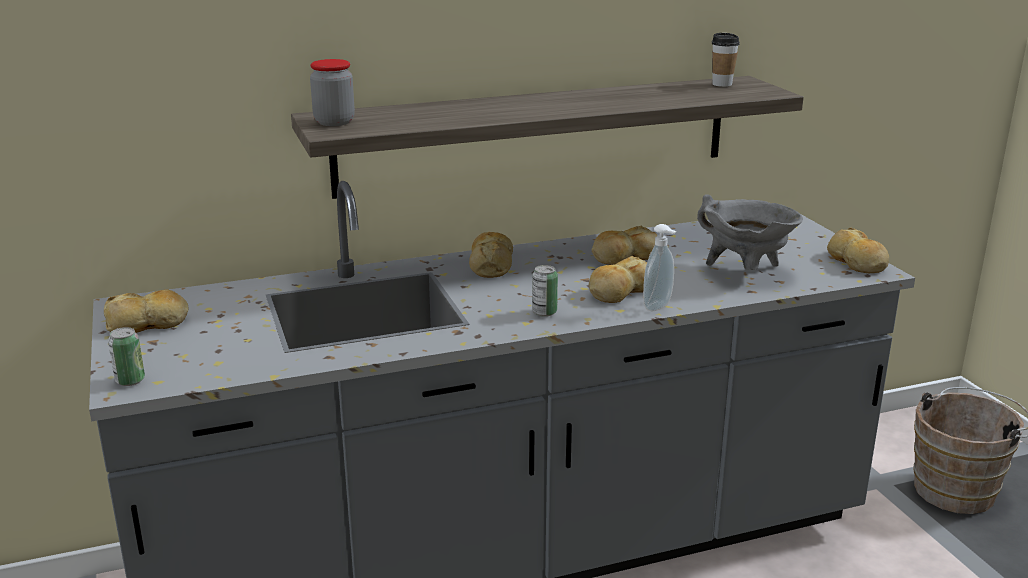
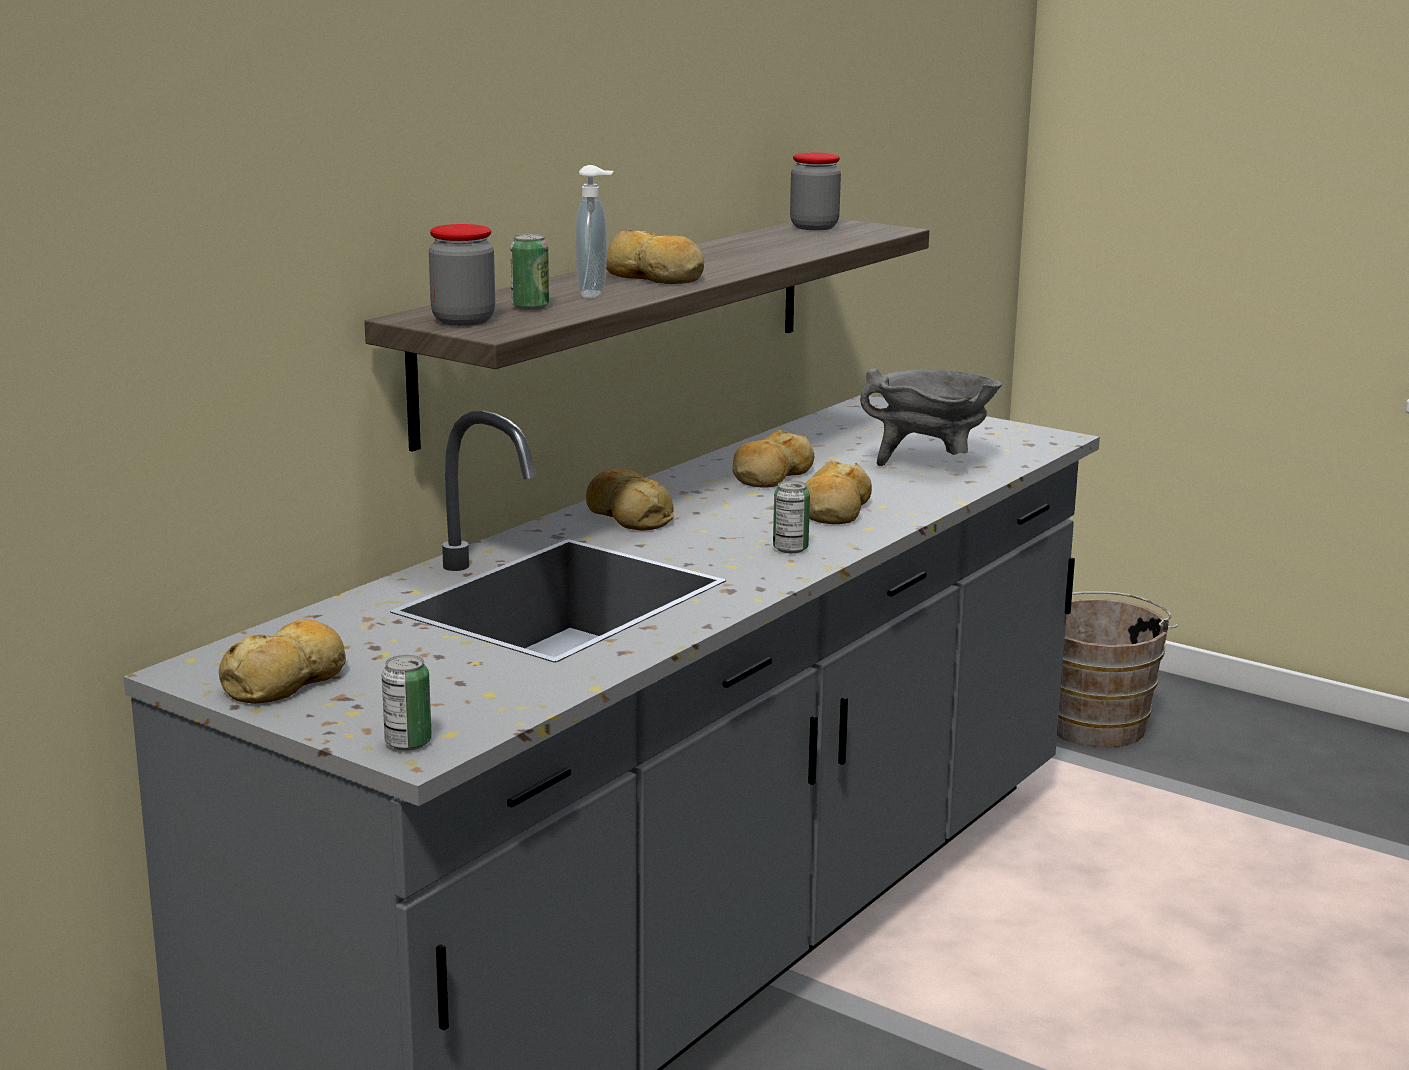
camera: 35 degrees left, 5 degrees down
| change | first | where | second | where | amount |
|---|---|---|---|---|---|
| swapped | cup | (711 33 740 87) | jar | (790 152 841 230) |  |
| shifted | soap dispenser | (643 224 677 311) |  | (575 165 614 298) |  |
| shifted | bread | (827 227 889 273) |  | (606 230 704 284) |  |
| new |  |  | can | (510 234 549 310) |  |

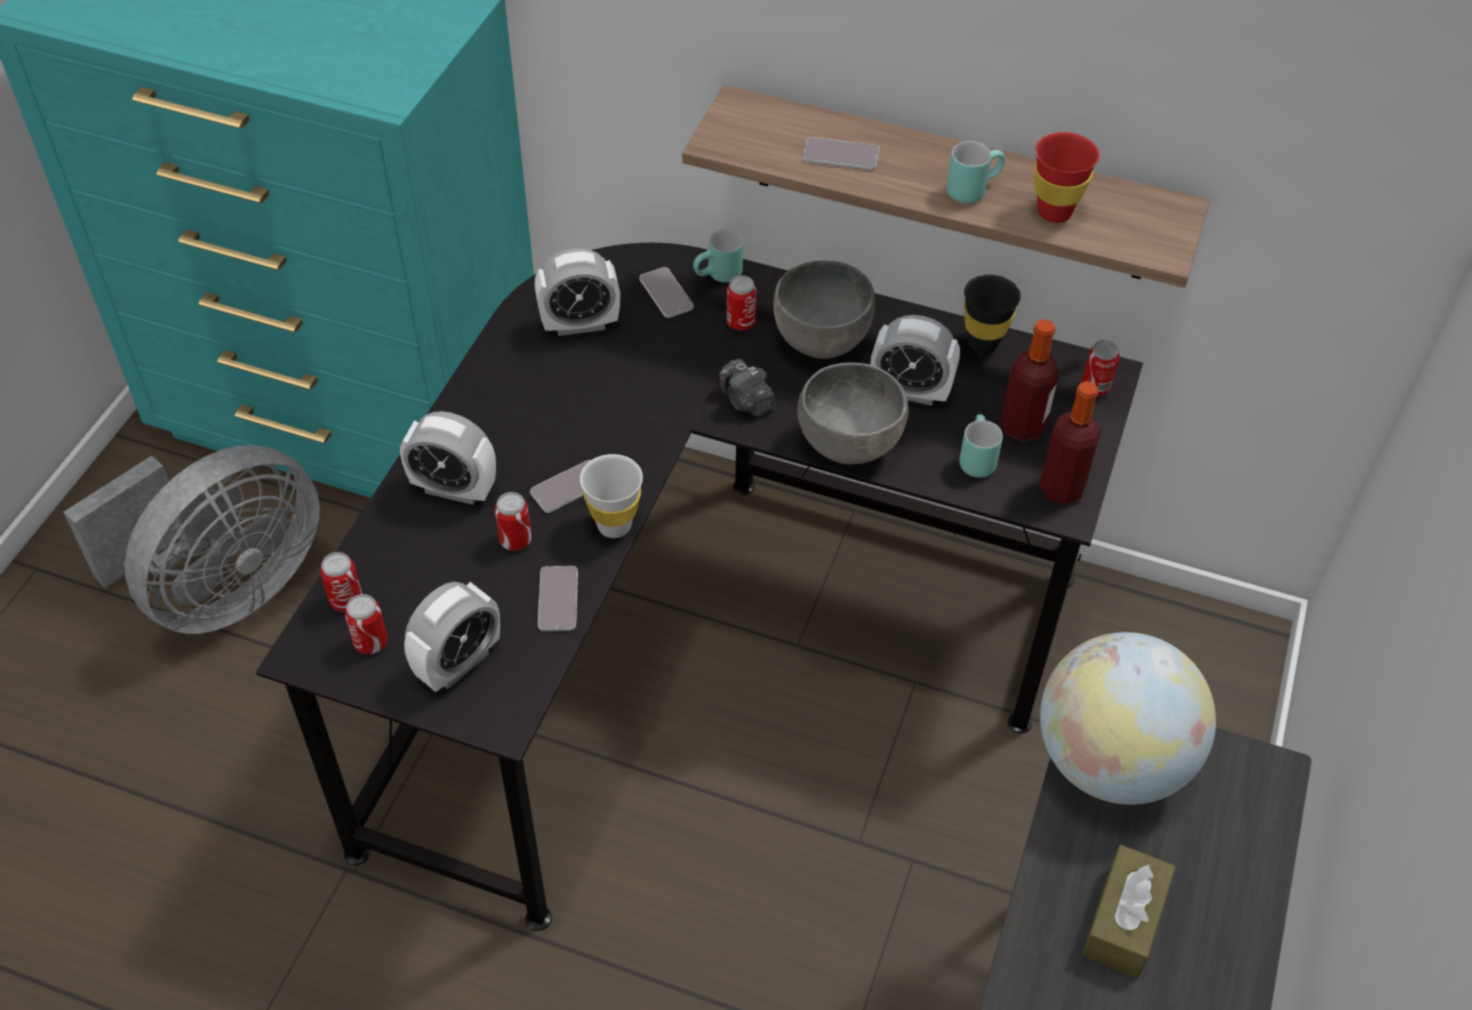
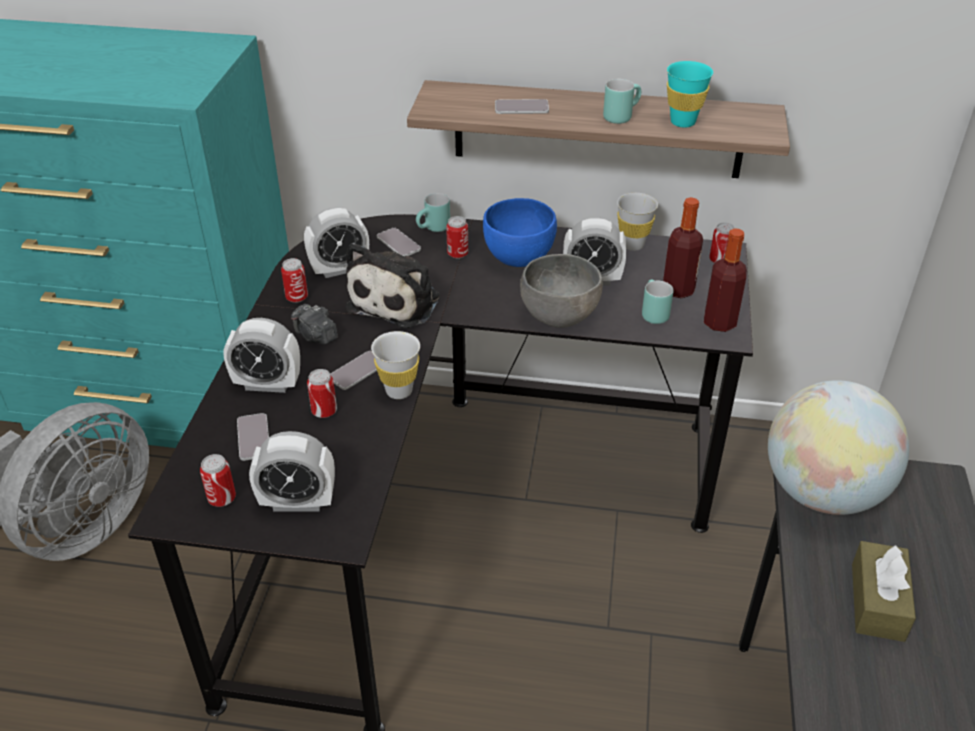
camera: 10 degrees left, 10 degrees down
| change | first | where | second | where | amount |
|---|---|---|---|---|---|
| repainted | cup (red) | (1034 132 1099 223) | cup (turquoise) | (667 61 713 128) |  |
| repainted | bowl (grey) | (774 261 875 359) | bowl (blue) | (483 198 557 267) |  |
| repainted | cup (black) | (964 275 1021 353) | cup (white) | (617 193 658 251) |  |
| shifted | photo camera | (719 359 775 416) |  | (291 304 338 345) |  |
| shifted | can | (320 552 362 612) |  | (281 258 308 303) |  |
| shifted | phone | (538 566 578 631) |  | (237 413 269 461) |  |
| rotated | alarm clock | (404 582 500 692) |  | (249 431 335 512) | 60 degrees clockwise |
| new |  |  | plush toy | (345 243 440 328) |  |

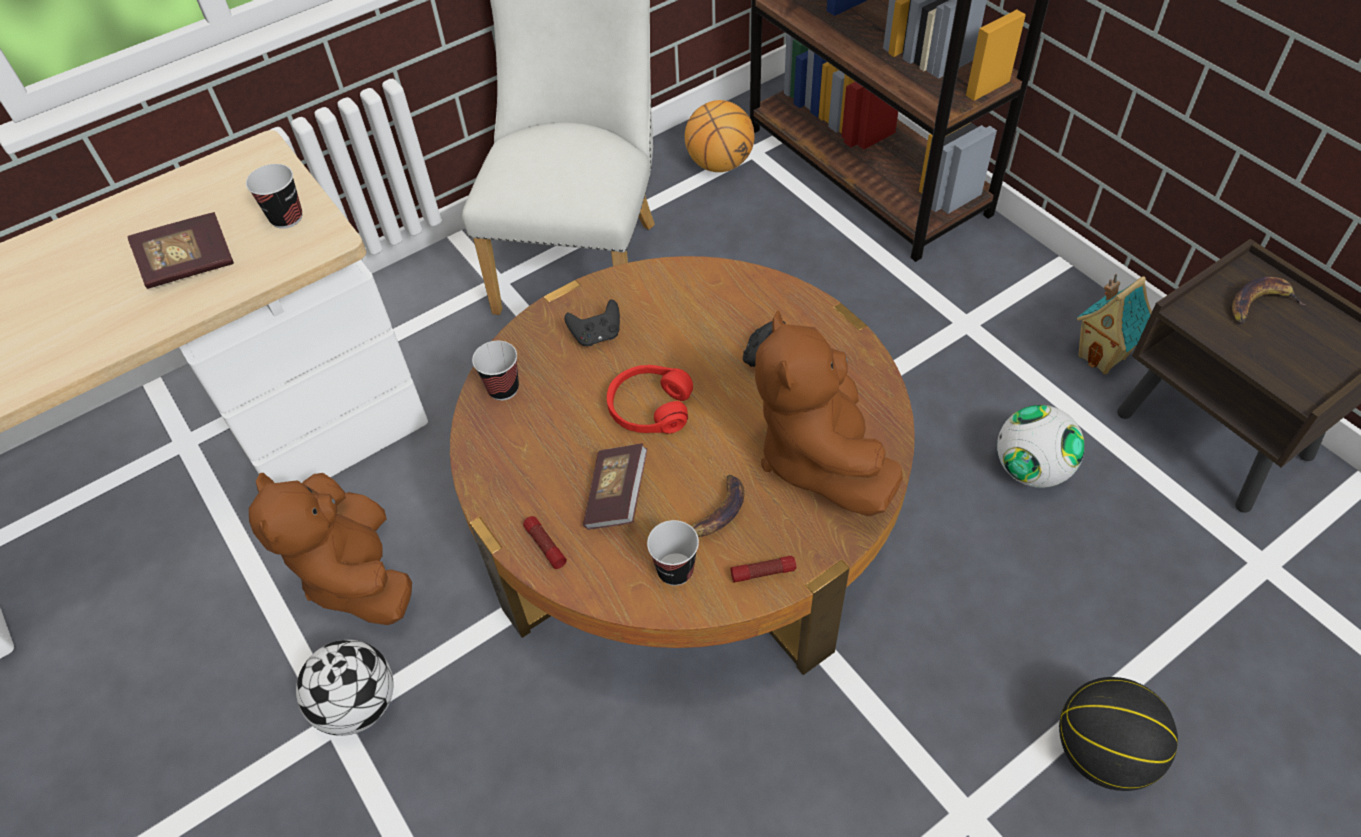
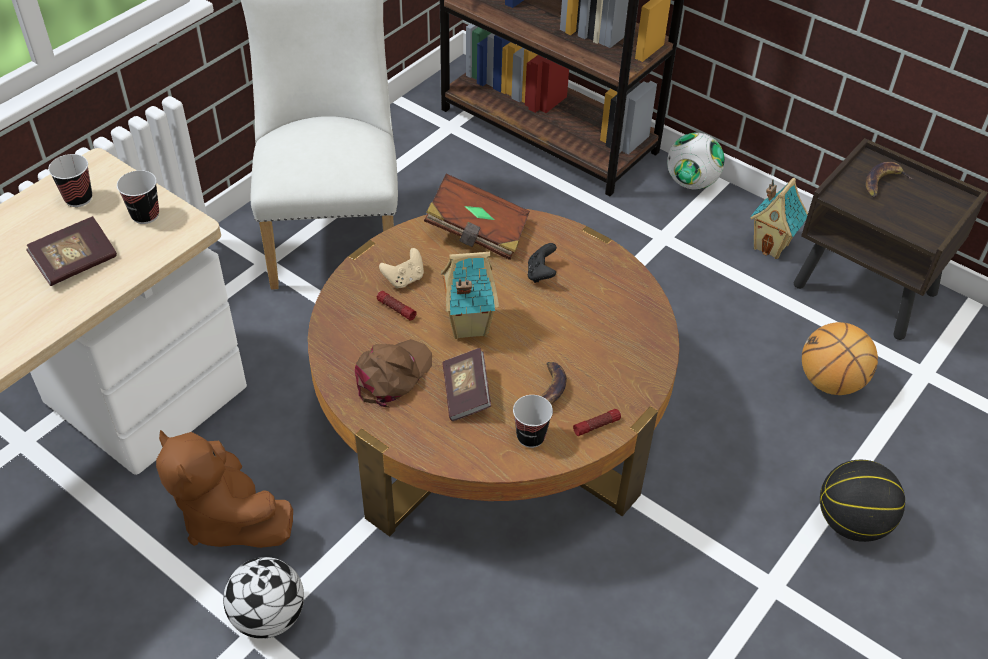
camera: 20 degrees left, 5 degrees down
| change | first | where | second | where | amount |
|---|---|---|---|---|---|
| shifted | basketball | (685 100 755 172) |  | (802 322 878 395) |  |
| repainted | game controller (black) | (564 300 620 346) | game controller (beige) | (379 248 424 288) |  |
| gone | plush toy (brown) | (755 310 903 516) |  |  |  |
| shifted | cup | (472 341 519 400) |  | (48 154 92 207) |  |
| swapped | headphones (red) | (607 365 693 434) | toy house | (441 252 499 339) |  |
| shifted | football | (997 405 1085 488) |  | (667 132 725 190) |  |
| shifted | flashlight | (523 516 567 569) |  | (377 291 416 321) |  |
| new |  |  | book (brown) | (424 174 530 260) |  |
| new |  |  | cap (brown) | (355 339 432 407) |  |

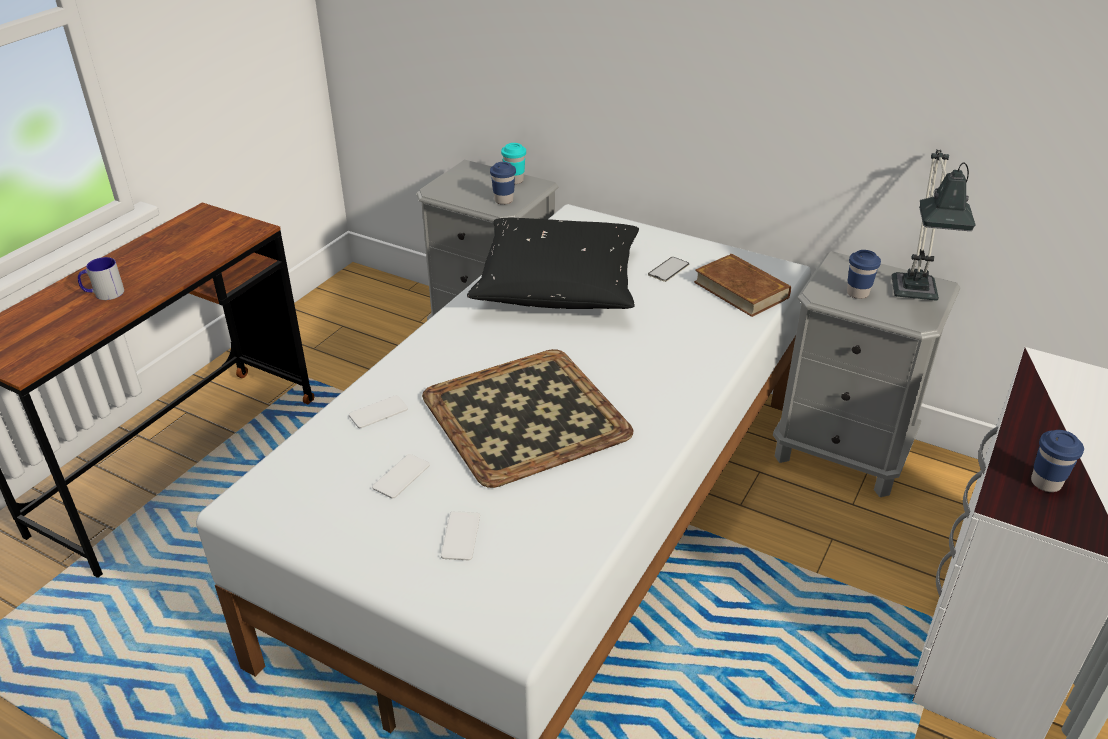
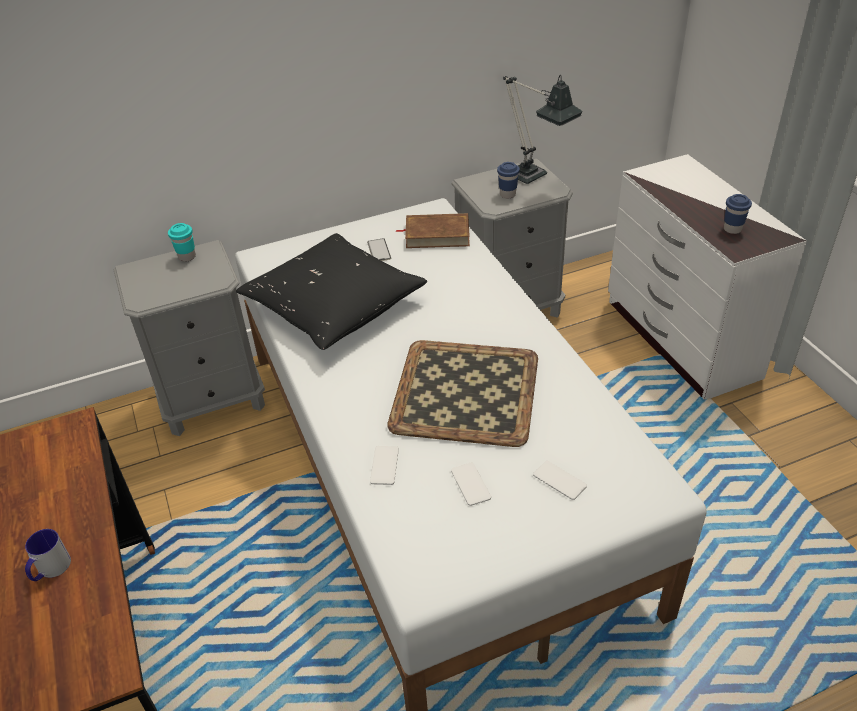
camera: 50 degrees left, 5 degrees up
| change | first | where | second | where | amount |
|---|---|---|---|---|---|
| gone | cup (blue) | (490 162 516 205) |  |  |  |

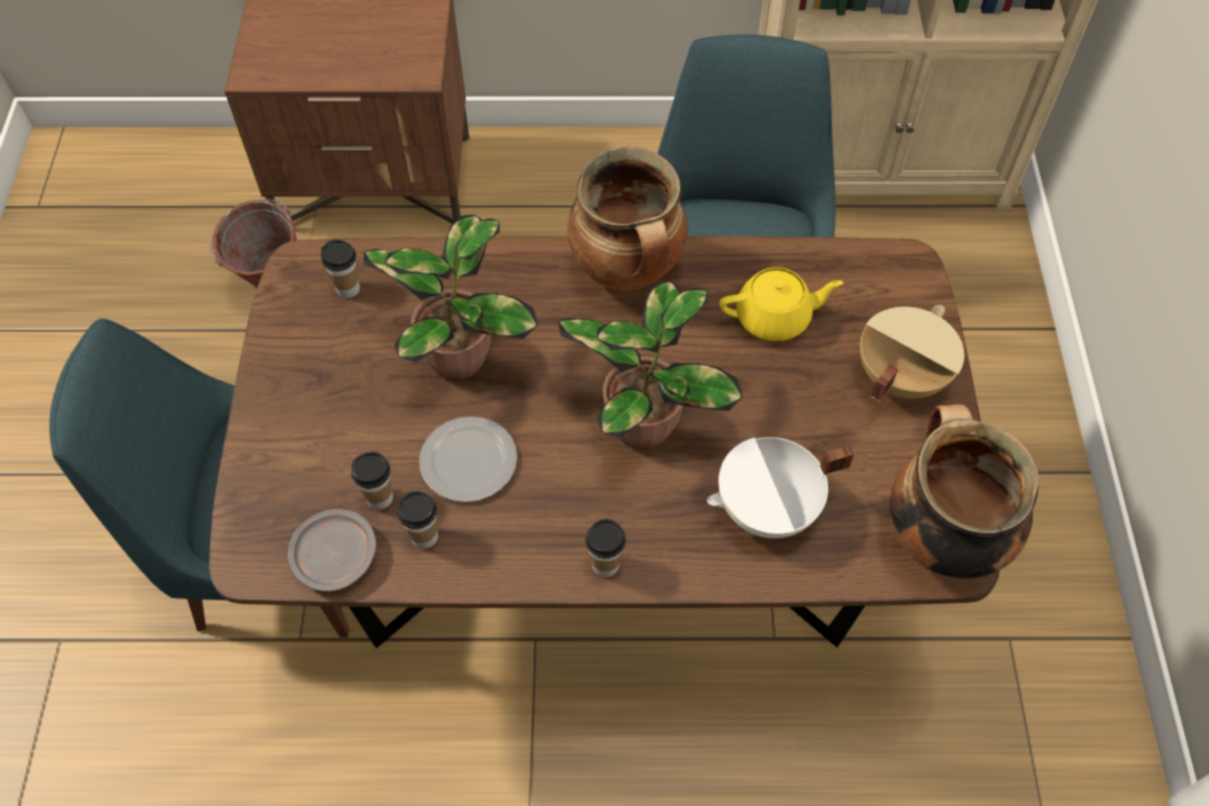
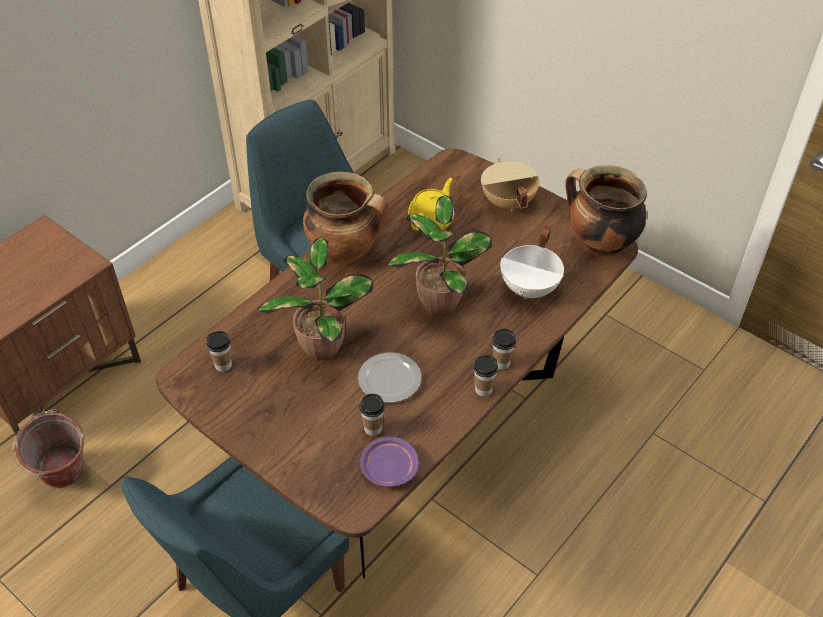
camera: 50 degrees left, 10 degrees down
| change | first | where | second | where | amount |
|---|---|---|---|---|---|
| shifted | cup | (397 491 438 549) |  | (473 355 498 397) |  |
| repainted | plate (grey) | (288 509 376 592) | plate (purple) | (360 437 419 487) |  |

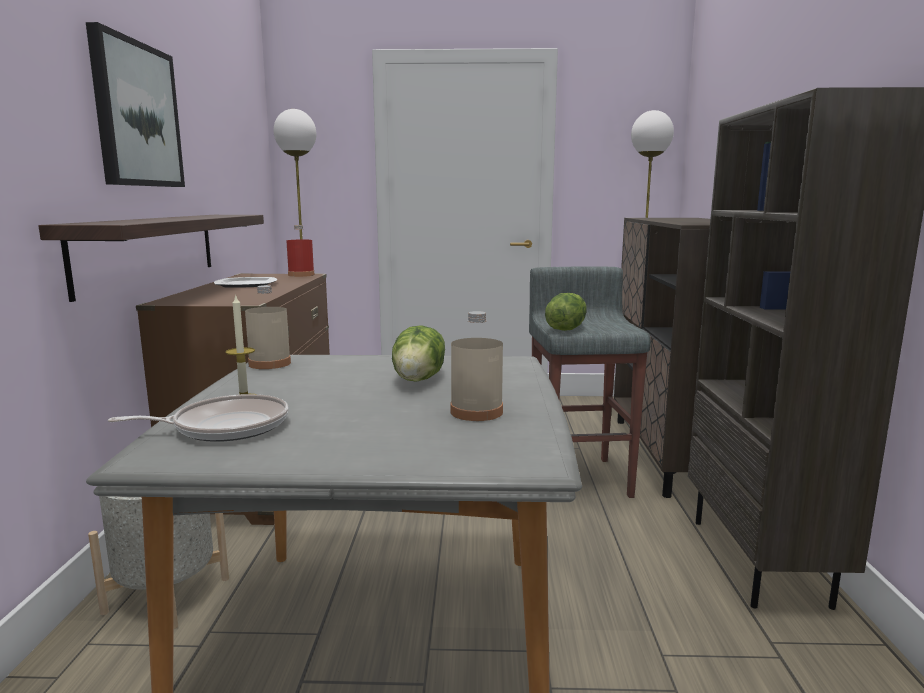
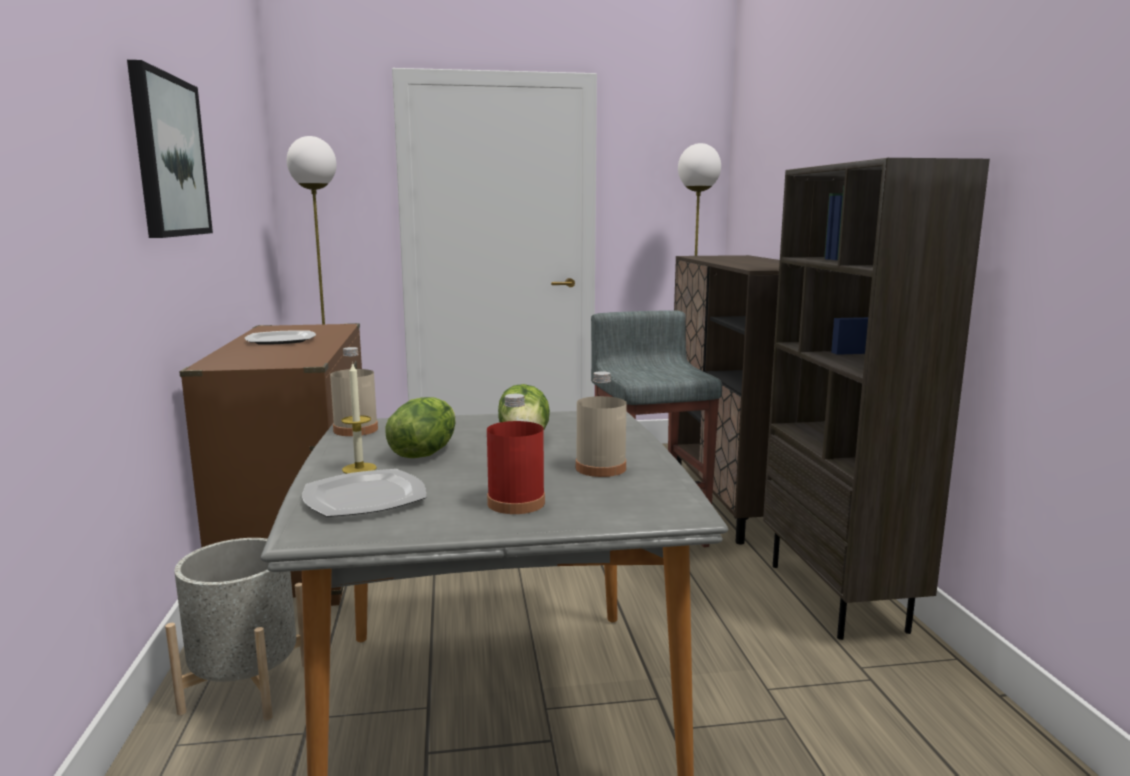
camera: 10 degrees left, 0 degrees up
| change | first | where | second | where | amount |
|---|---|---|---|---|---|
| gone | shelf | (39 215 264 302) |  |  |  |
| shifted | bottle (red) | (286 225 314 277) |  | (487 394 545 514) |  |
| shifted | lettuce | (545 293 586 331) |  | (386 397 456 458) |  |
| swapped | frying pan | (108 394 288 442) | plate | (302 469 426 517) |  |

